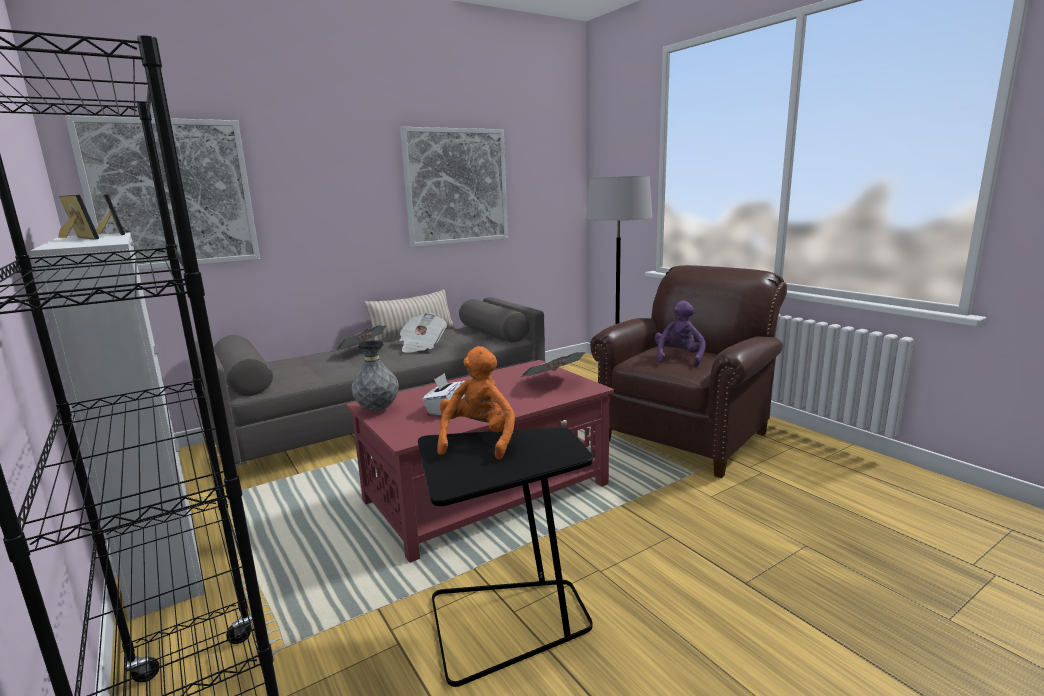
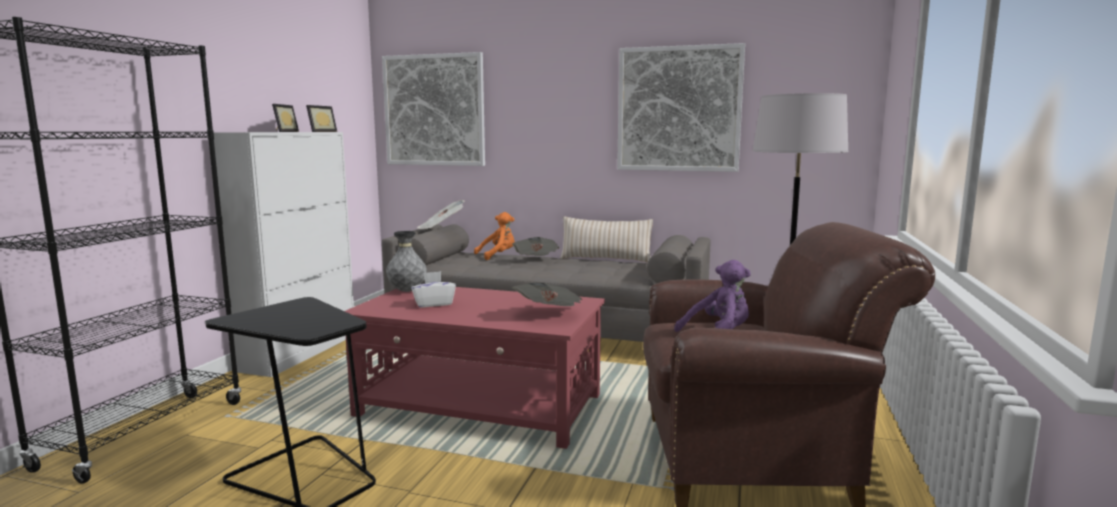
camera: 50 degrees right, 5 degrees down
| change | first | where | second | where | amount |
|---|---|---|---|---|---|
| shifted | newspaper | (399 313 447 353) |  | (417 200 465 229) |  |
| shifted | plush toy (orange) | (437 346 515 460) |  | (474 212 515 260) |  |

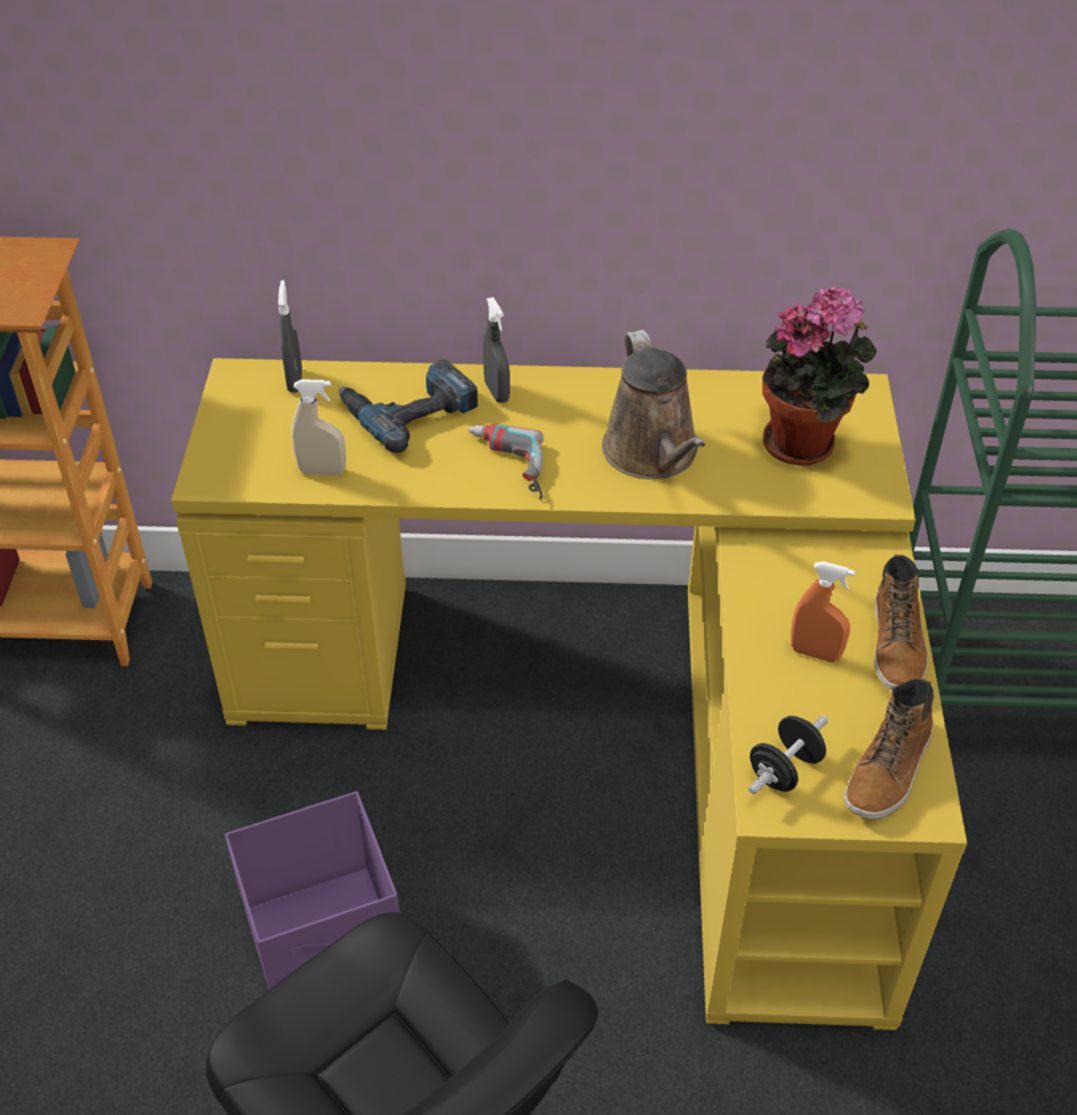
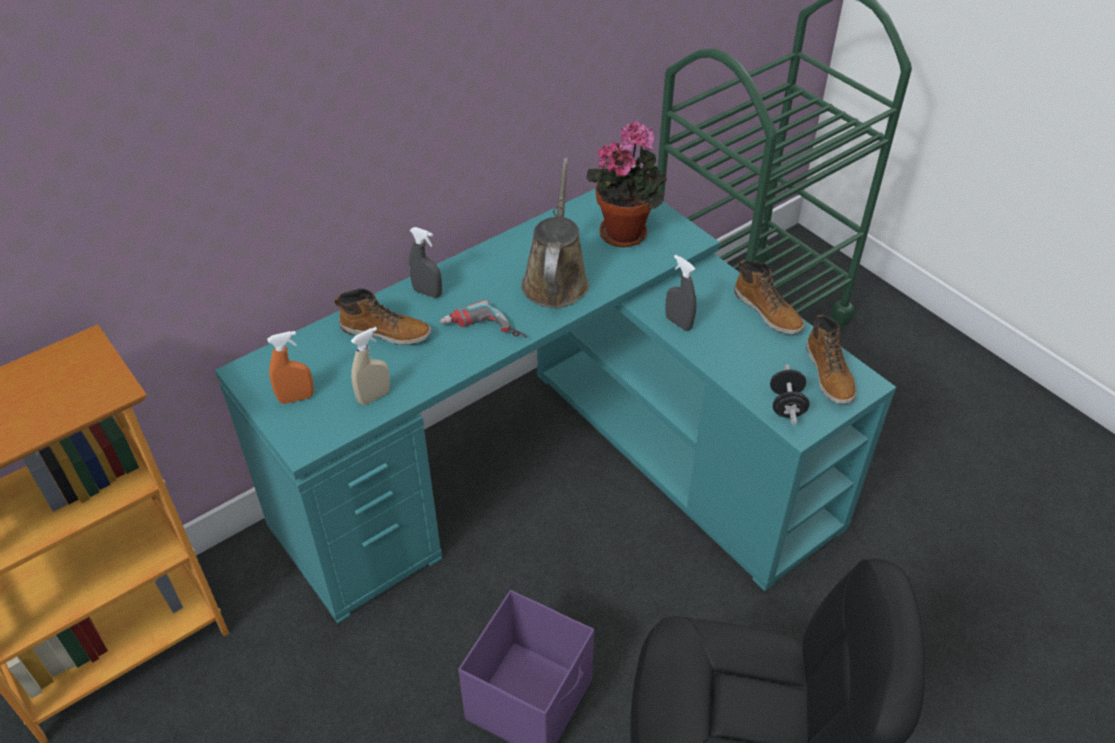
camera: 40 degrees left, 0 degrees up
| change | first | where | second | where | amount |
|---|---|---|---|---|---|
| shifted | spray bottle (grey) | (278 280 302 393) |  | (665 255 696 331) |  |
| rotated | watering can (brown) | (602 330 705 479) |  | (521 158 589 308) | 120 degrees counterclockwise |
| repainted | desk (yellow) | (171 358 967 1030) | desk (turquoise) | (215 189 896 623) |  |
| swapped | power drill | (339 359 478 453) | boot | (334 289 431 345) |  |
| shifted | spray bottle (orange) | (791 562 856 662) |  | (267 331 314 404) |  |

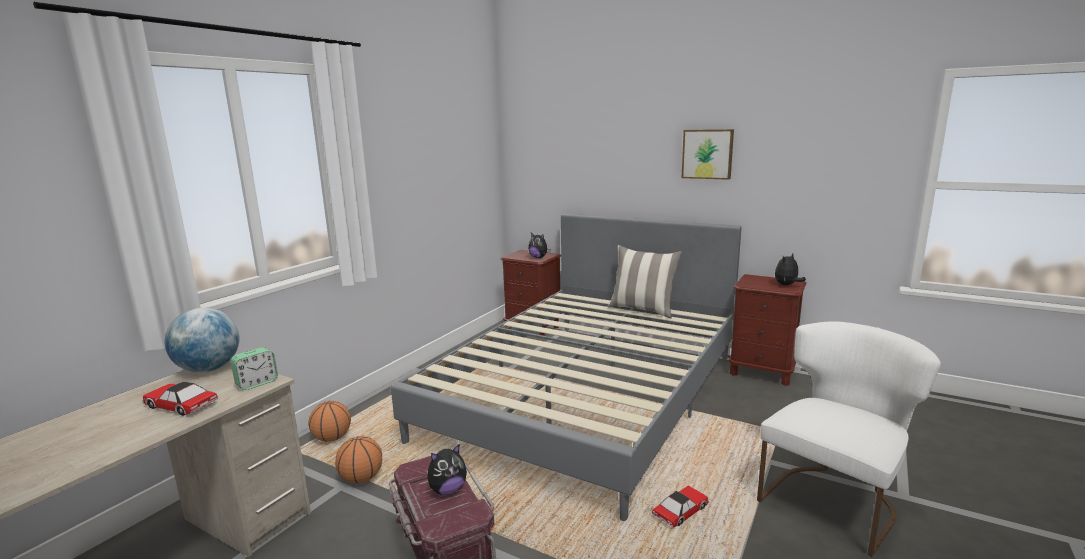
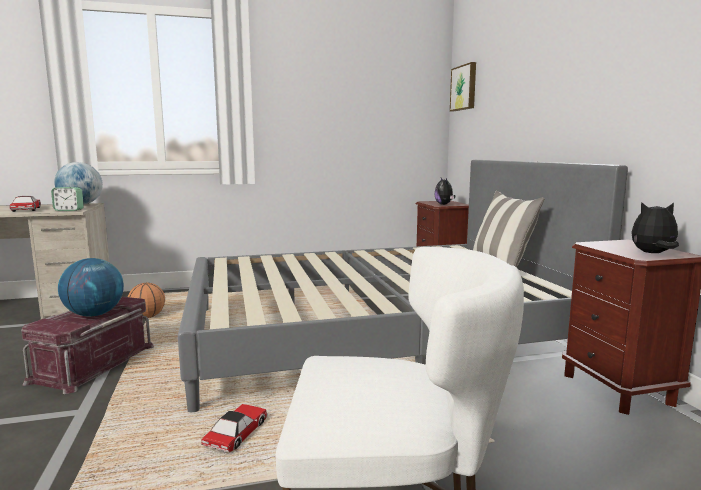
camera: 45 degrees right, 5 degrees down
| change | first | where | second | where | amount |
|---|---|---|---|---|---|
| shifted | picture | (682 129 734 180) |  | (450 62 476 111) |  |
| gone | basketball | (308 401 351 442) |  |  |  |
| swapped | plush toy | (427 444 467 495) | globe | (58 258 124 317) |  |
| rotated | toy car | (652 486 709 528) |  | (201 404 268 453) | 75 degrees counterclockwise |

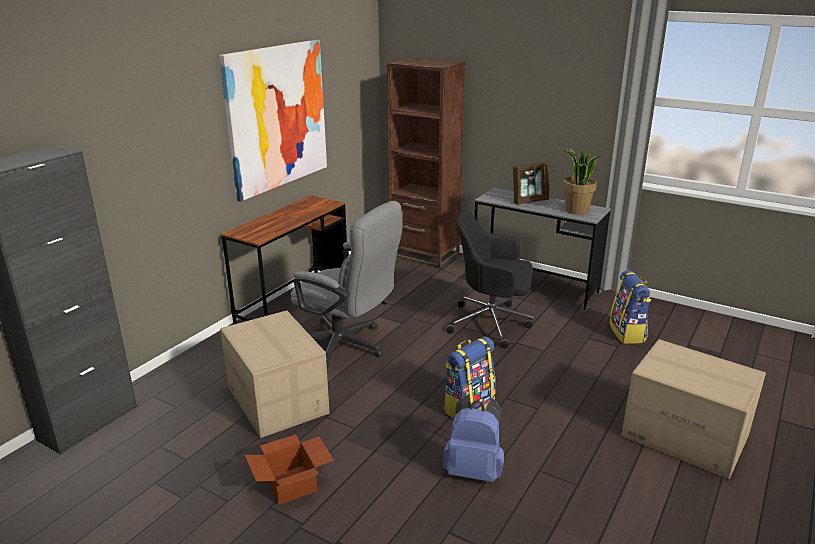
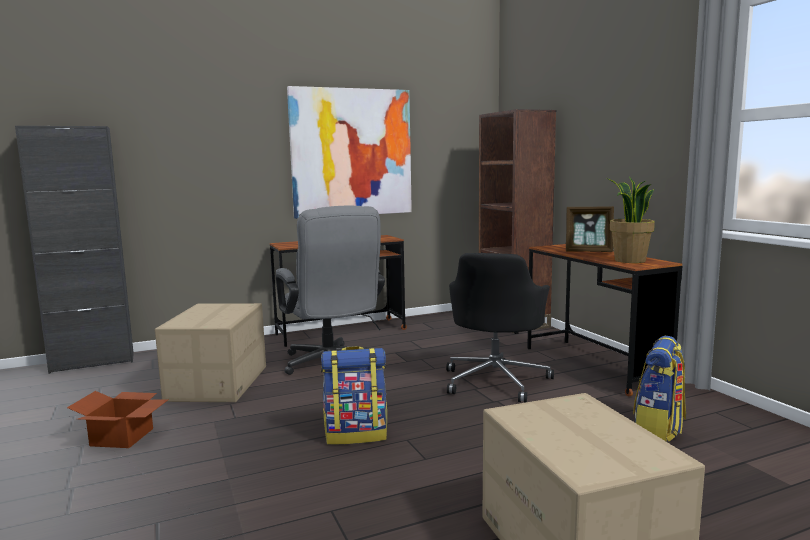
camera: 35 degrees right, 15 degrees down
| change | first | where | second | where | amount |
|---|---|---|---|---|---|
| repainted | desk (grey) | (474 188 611 312) | desk (brown) | (527 244 682 396) |  |
| rotated | office chair (black) | (447 211 534 348) |  | (446 253 554 403) | 120 degrees counterclockwise |
| gone | backpack (blue) | (443 395 504 482) |  |  |  |

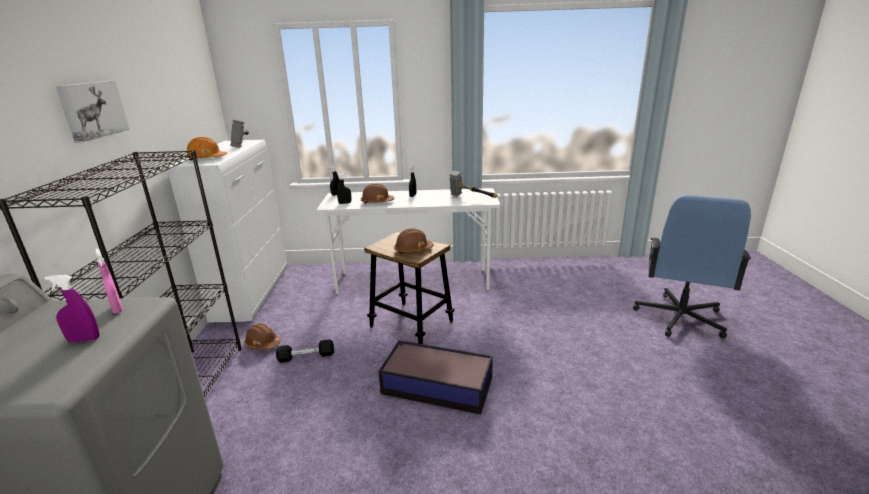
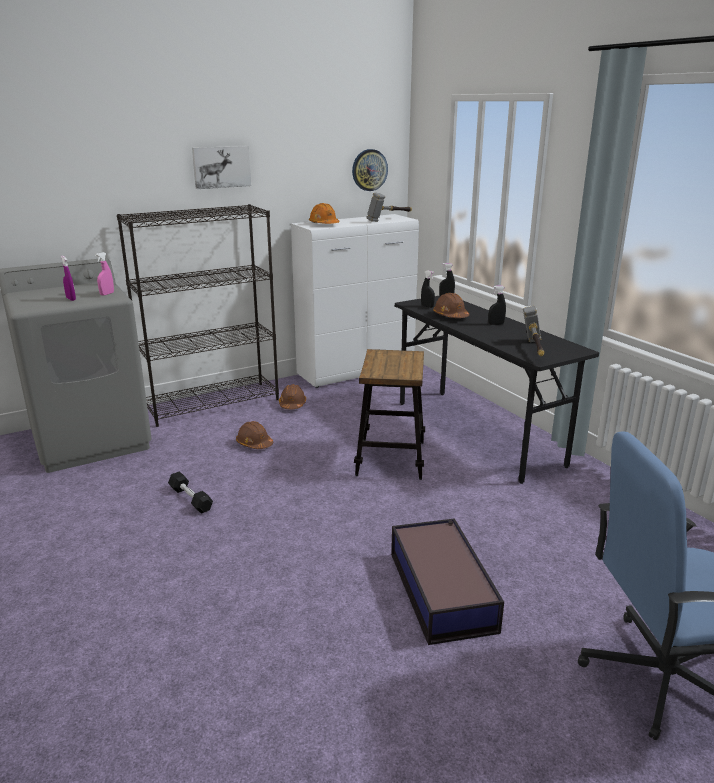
camera: 60 degrees right, 0 degrees up
| change | first | where | second | where | amount |
|---|---|---|---|---|---|
| repainted | desk (white) | (316 188 500 294) | desk (black) | (395 296 599 484) |  |
| shifted | hard hat (brown) | (394 228 433 254) |  | (236 421 273 449) |  |
| shifted | dumbbell (black) | (276 339 334 363) |  | (168 472 213 514) |  |
| shifted | storage box | (379 340 493 414) |  | (391 518 504 645) |  |
| new |  |  | wall clock | (352 149 388 191) |  |

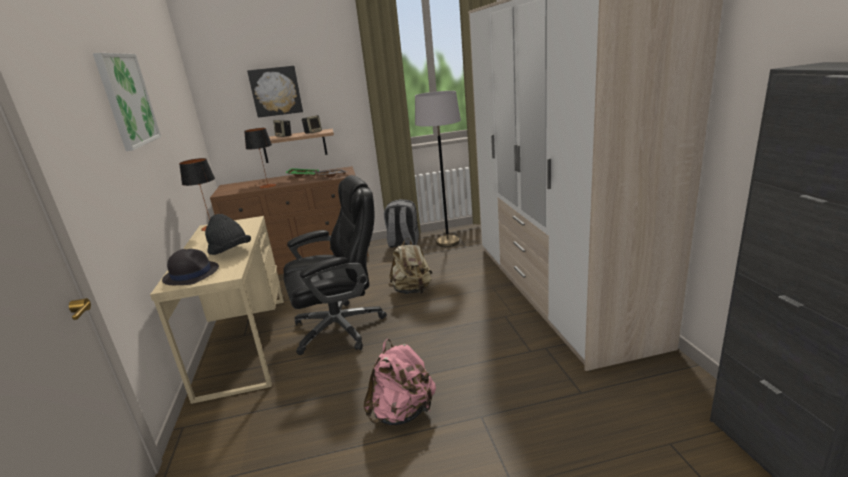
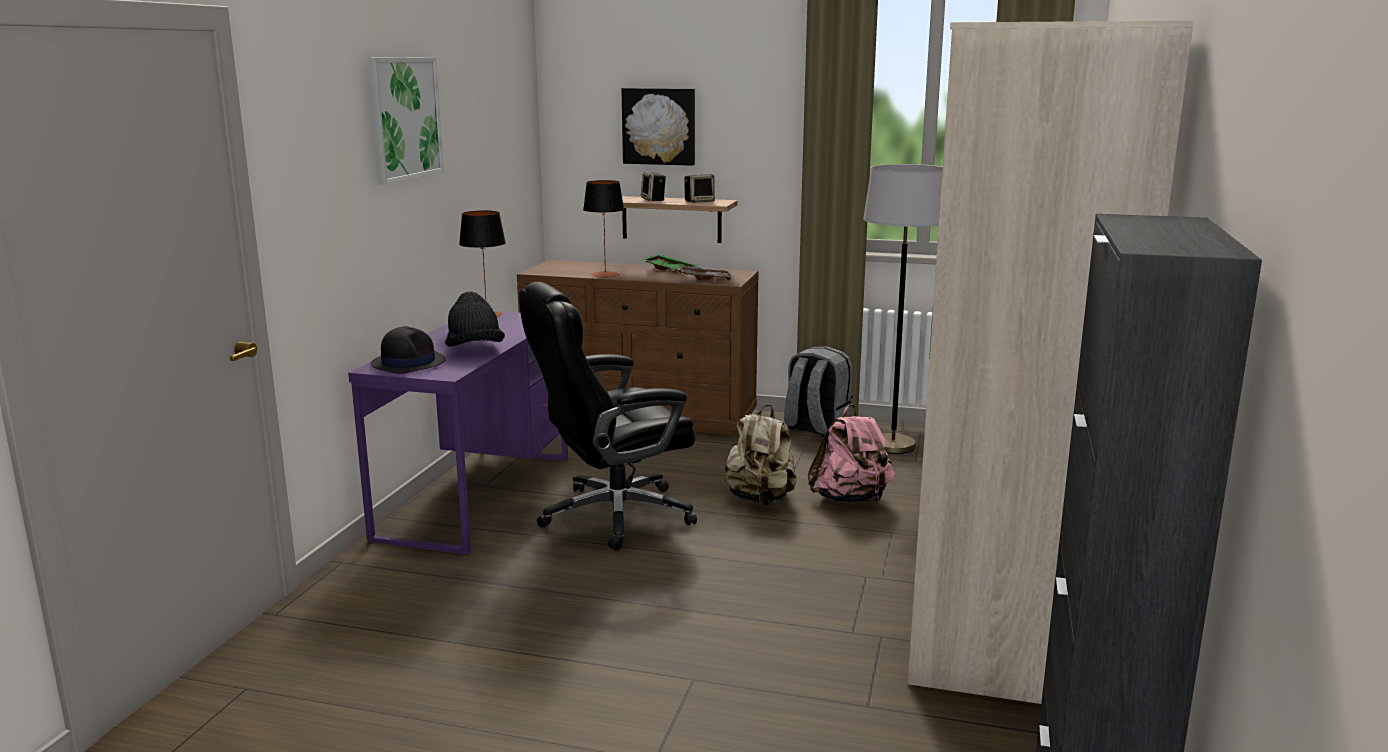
camera: 25 degrees right, 5 degrees down
| change | first | where | second | where | amount |
|---|---|---|---|---|---|
| rotated | office chair (black) | (283 175 387 355) |  | (519 282 697 551) | 150 degrees clockwise |
| repainted | desk (beige) | (150 216 284 404) | desk (purple) | (348 311 568 555) |  |
| shifted | backpack (pink) | (363 339 436 425) |  | (808 404 895 503) |  |

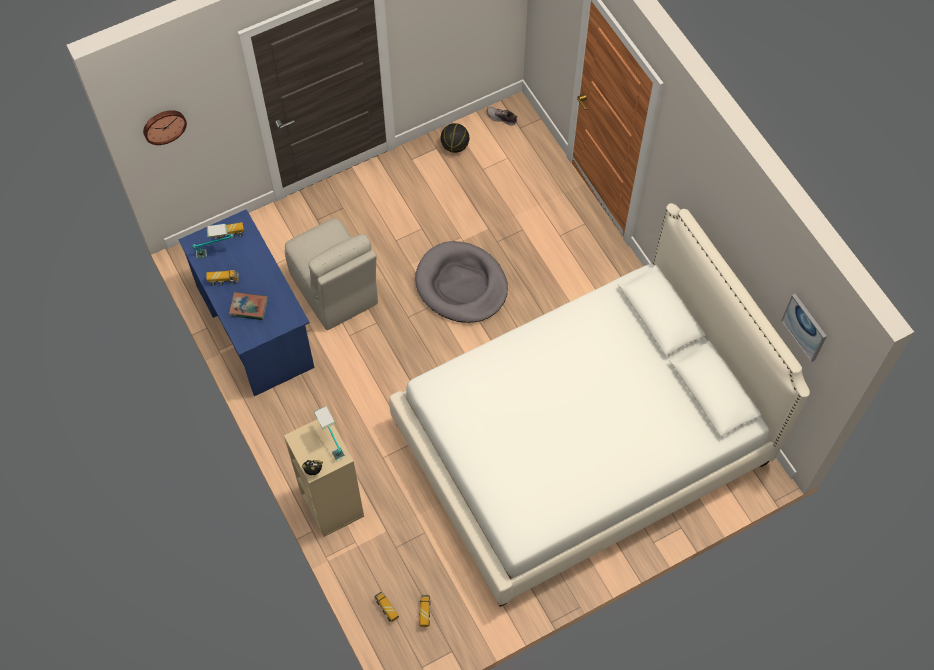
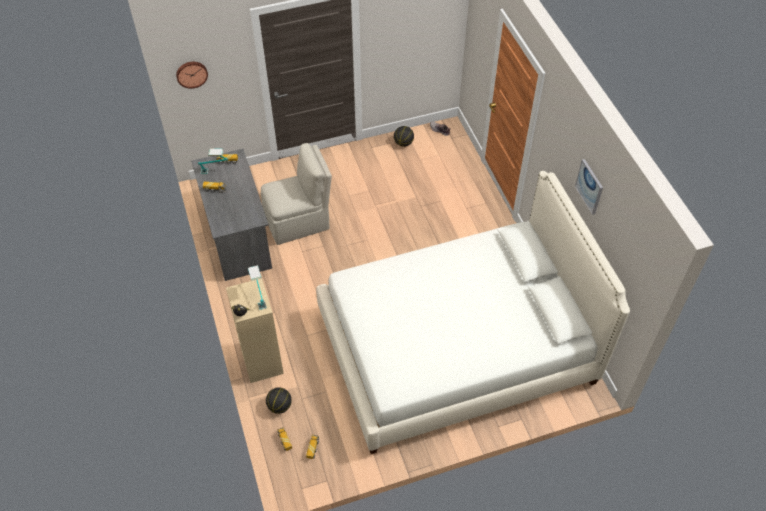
camera: 10 degrees right, 10 degrees down
| change | first | where | second | where | amount |
|---|---|---|---|---|---|
| repainted | desk (blue) | (178 209 315 396) | desk (grey) | (191 149 272 281) |  |
| rotated | chair (beige) | (284 218 378 330) |  | (261 143 332 245) | 90 degrees counterclockwise |
| gone | dog bed (grey) | (415 241 508 323) |  |  |  |
| gone | book | (229 292 268 320) |  |  |  |
| shifted | picture | (781 294 827 362) |  | (575 159 603 215) |  |
| new |  |  | basketball | (266 387 292 414) |  |

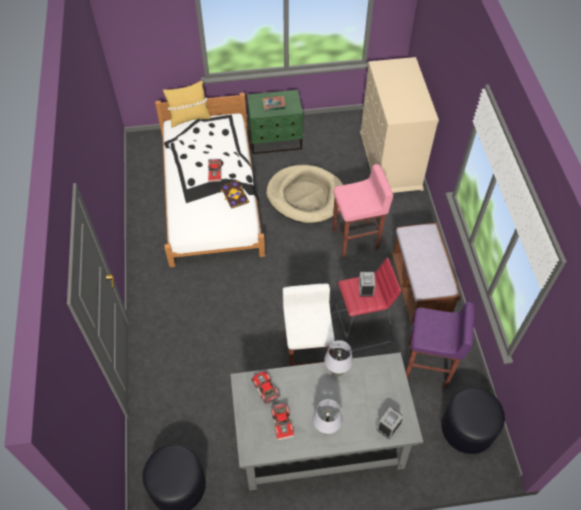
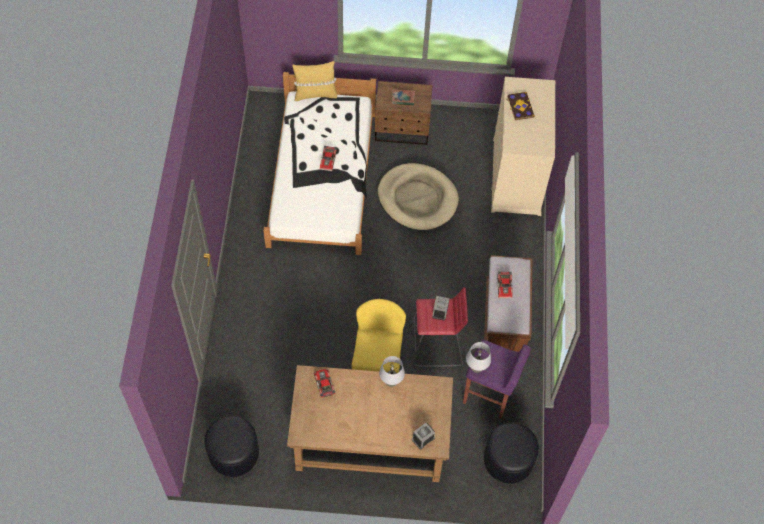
camera: 10 degrees right, 5 degrees up
| change | first | where | second | where | amount |
|---|---|---|---|---|---|
| repainted | nightstand (green) | (247 90 303 154) | nightstand (brown) | (375 81 433 145) |  |
| gone | stool (pink) | (333 164 393 257) |  |  |  |
| shifted | book | (221 180 249 209) |  | (507 92 535 120) |  |
| swapped | stool (white) | (283 284 335 366) | chair (yellow) | (351 299 406 373) |  |
| repainted | desk (grey) | (230 352 423 491) | desk (brown) | (287 365 453 482) |  |
| shifted | table lamp (grey) | (313 399 343 435) |  | (466 342 491 373) |  |
| shifted | toy car | (271 403 294 441) |  | (497 272 513 299) |  |

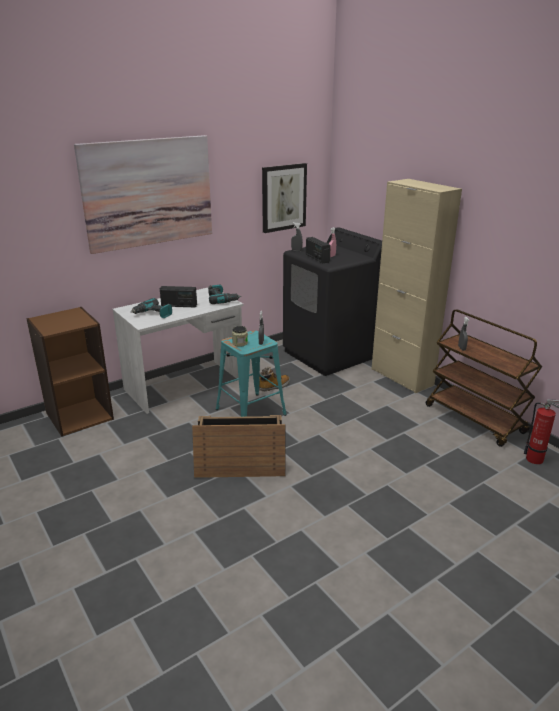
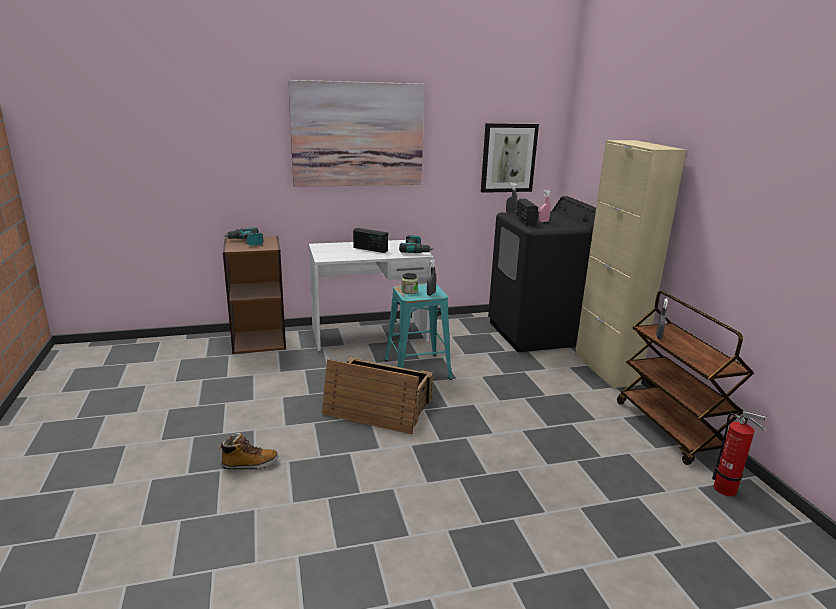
camera: 20 degrees right, 5 degrees down
| change | first | where | second | where | amount |
|---|---|---|---|---|---|
| shifted | power drill | (131 298 172 318) |  | (224 227 263 246) |  |
| shifted | boot | (259 367 290 391) |  | (219 433 278 470) |  |

